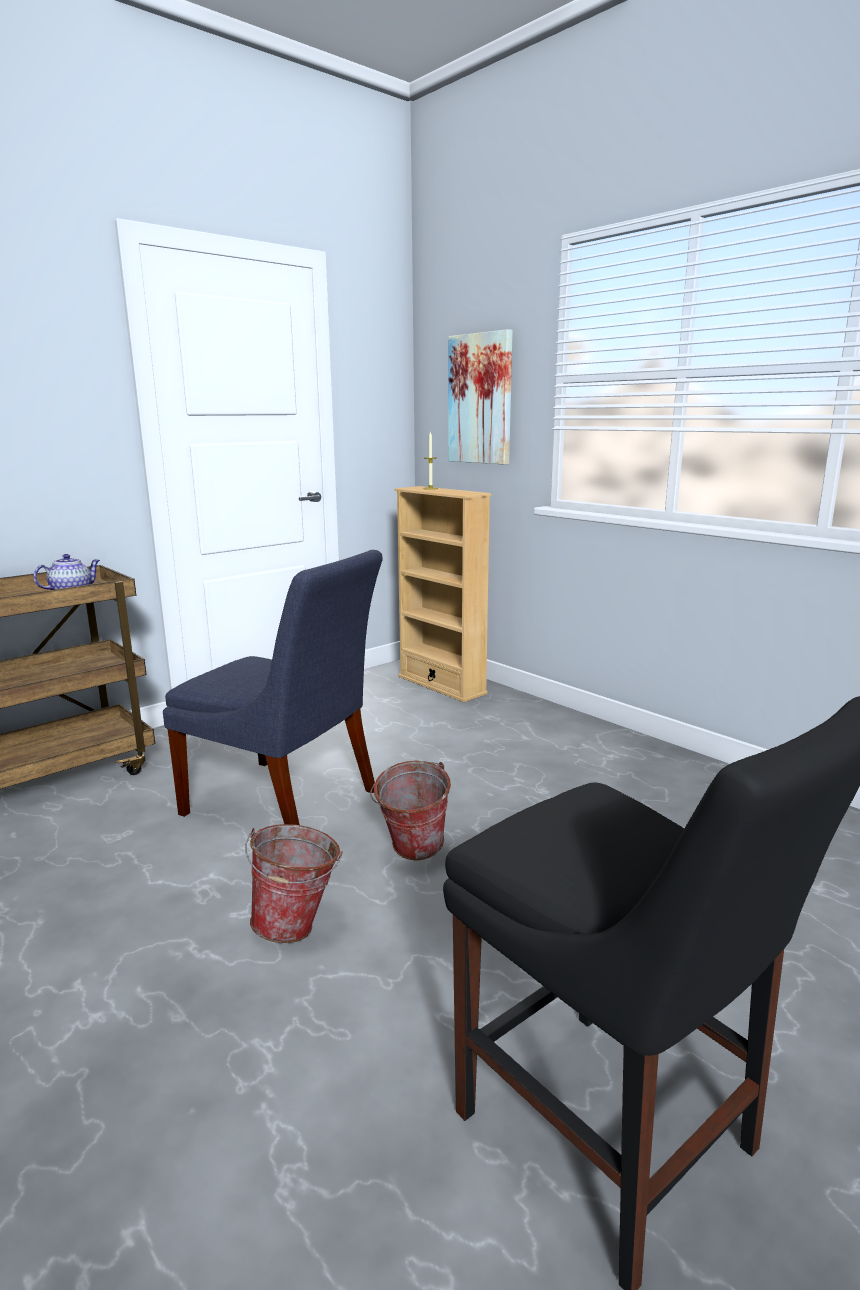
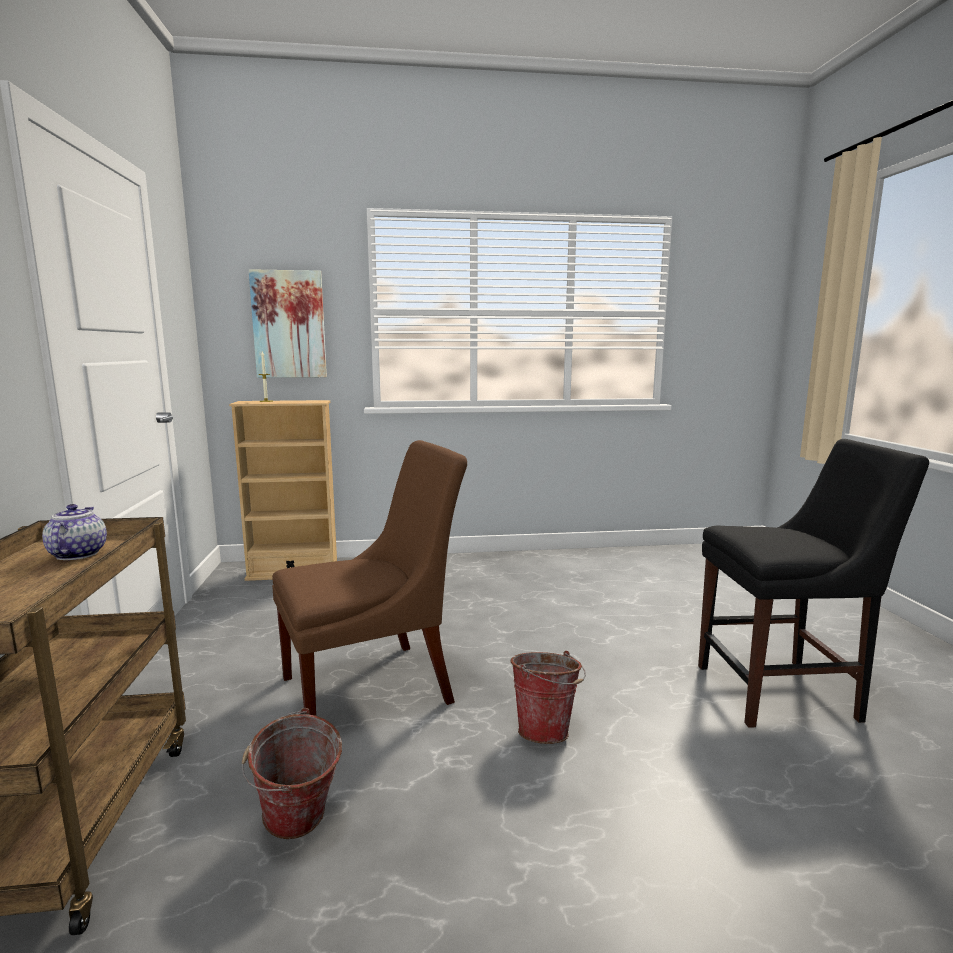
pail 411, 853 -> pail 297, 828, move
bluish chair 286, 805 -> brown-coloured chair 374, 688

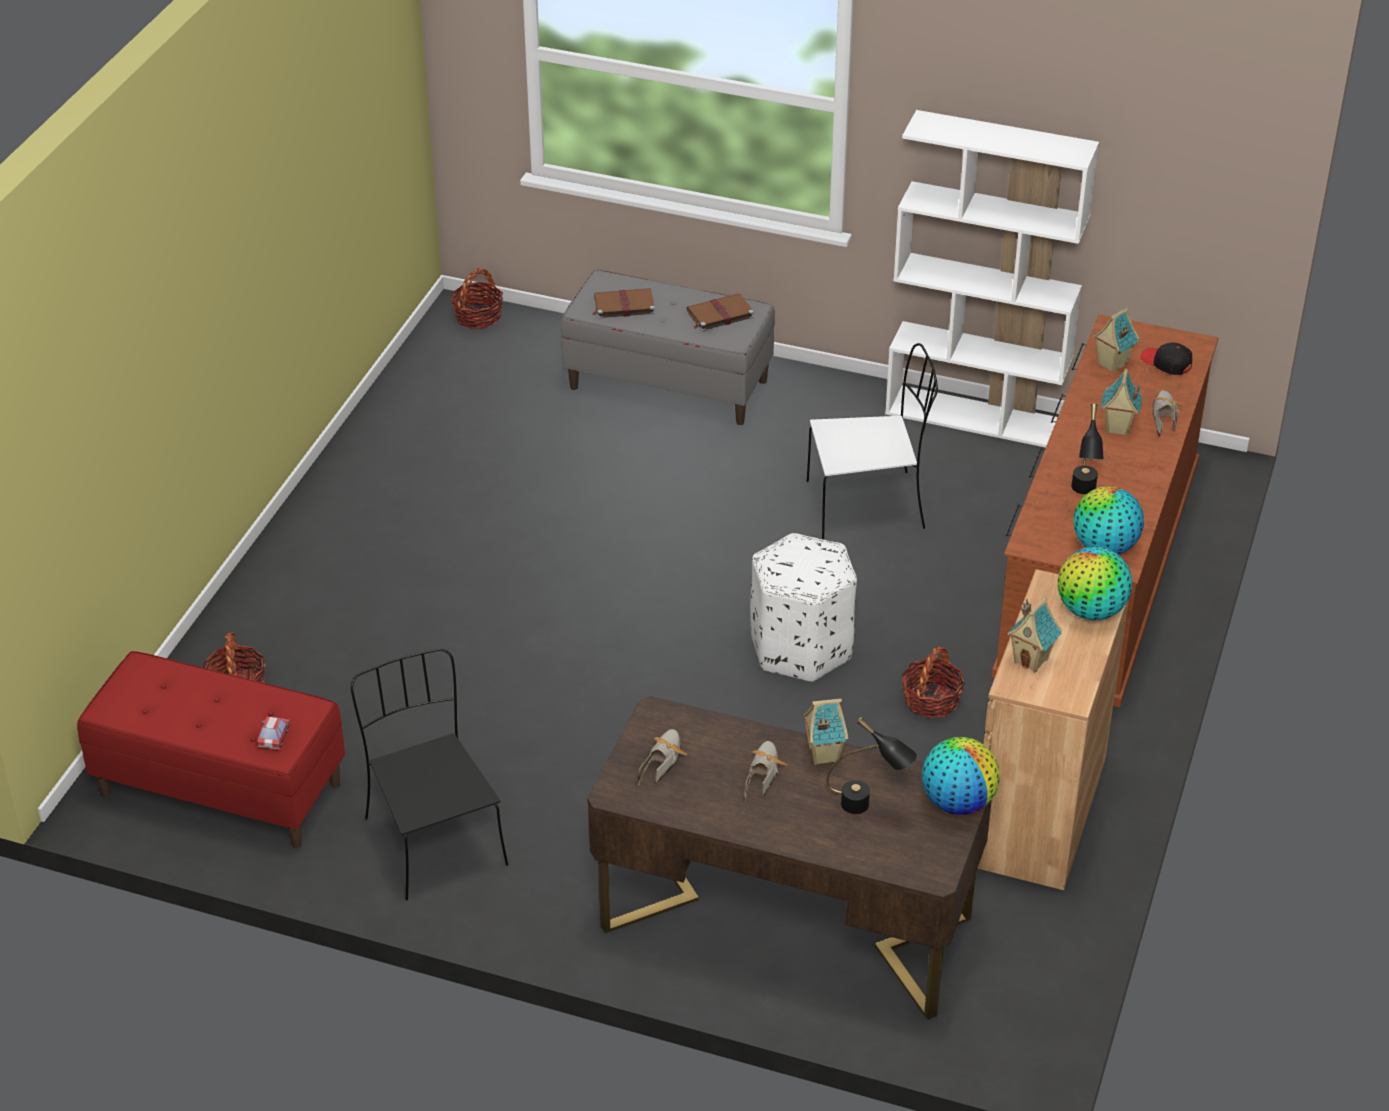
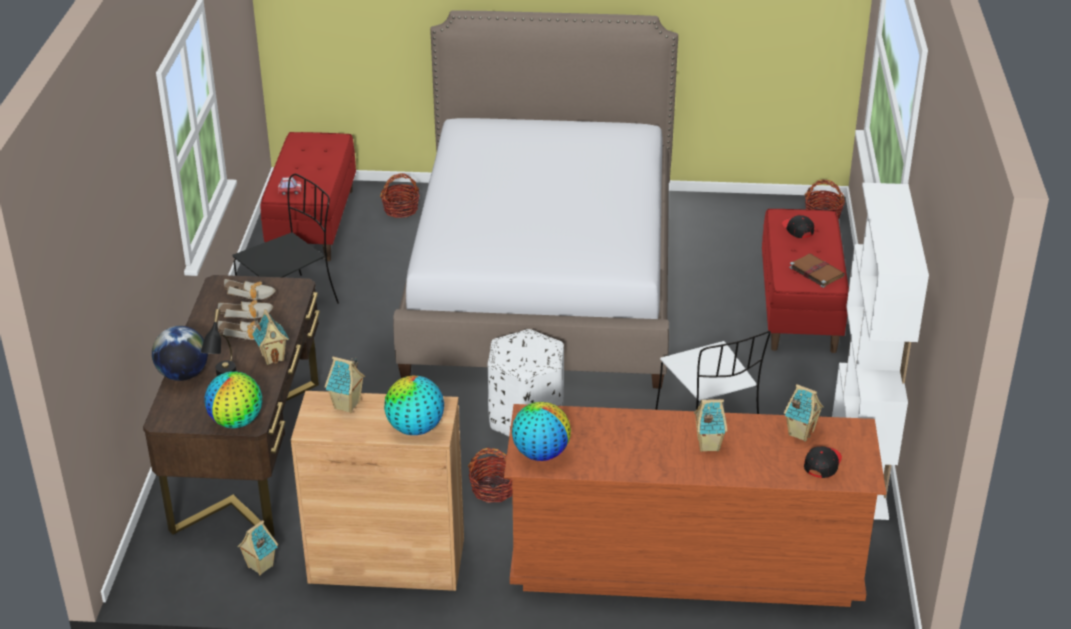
black table lamp 1083, 494 -> none
none -> desk globe 183, 375
none -> model house 259, 567
none -> sleeping bed 543, 279
shoe 1164, 416 -> shoe 250, 315, move
brown-coloured bound book 623, 305 -> black peaked cap 797, 229
gray long seat 669, 384 -> reddish long seat 800, 309

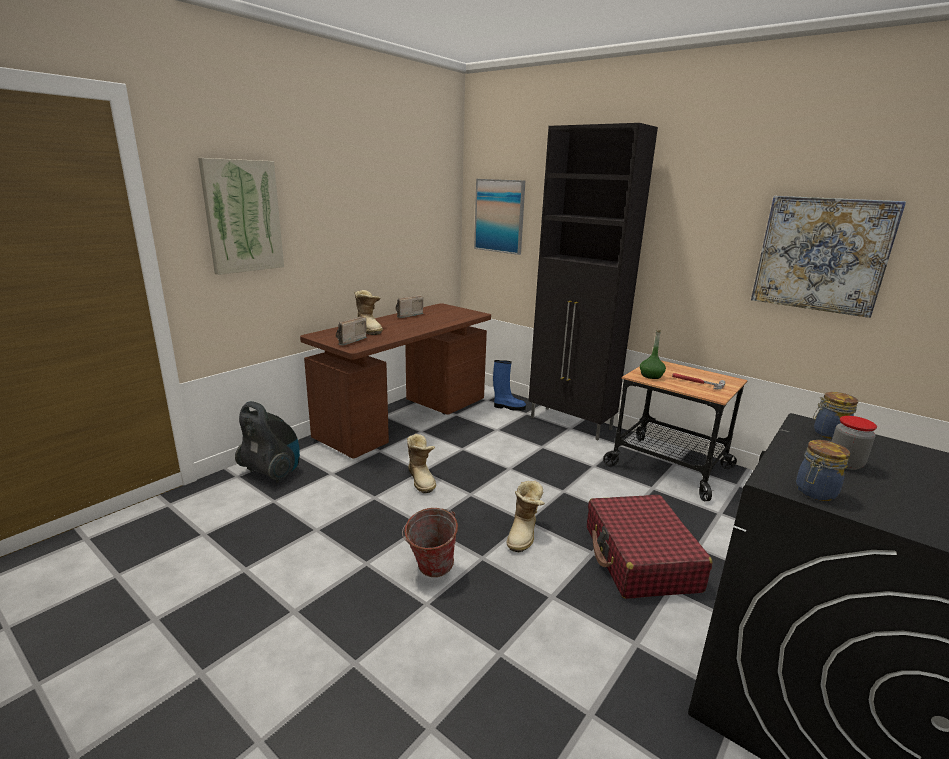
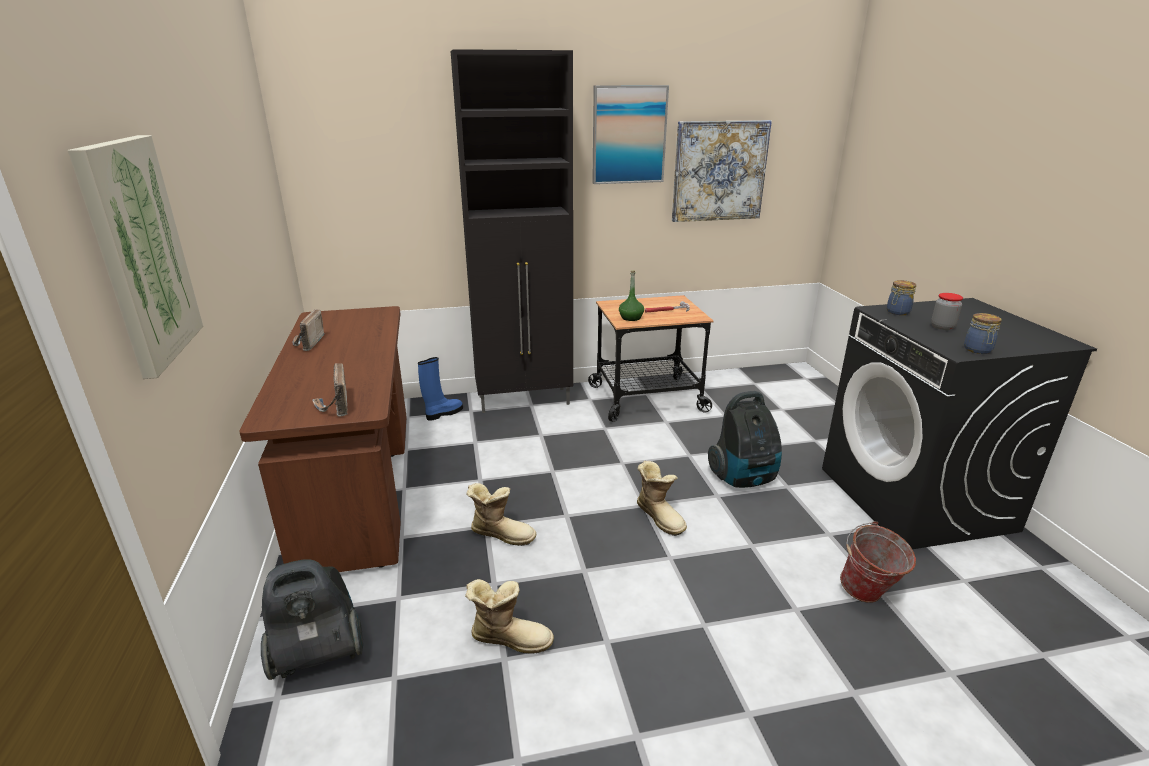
high-top boot 370, 329 -> high-top boot 510, 637, move
pail 430, 571 -> pail 868, 596, move
wall picture 499, 216 -> wall picture 629, 135, move
reddish piece of luggage 640, 559 -> vacuum cleaner 744, 478

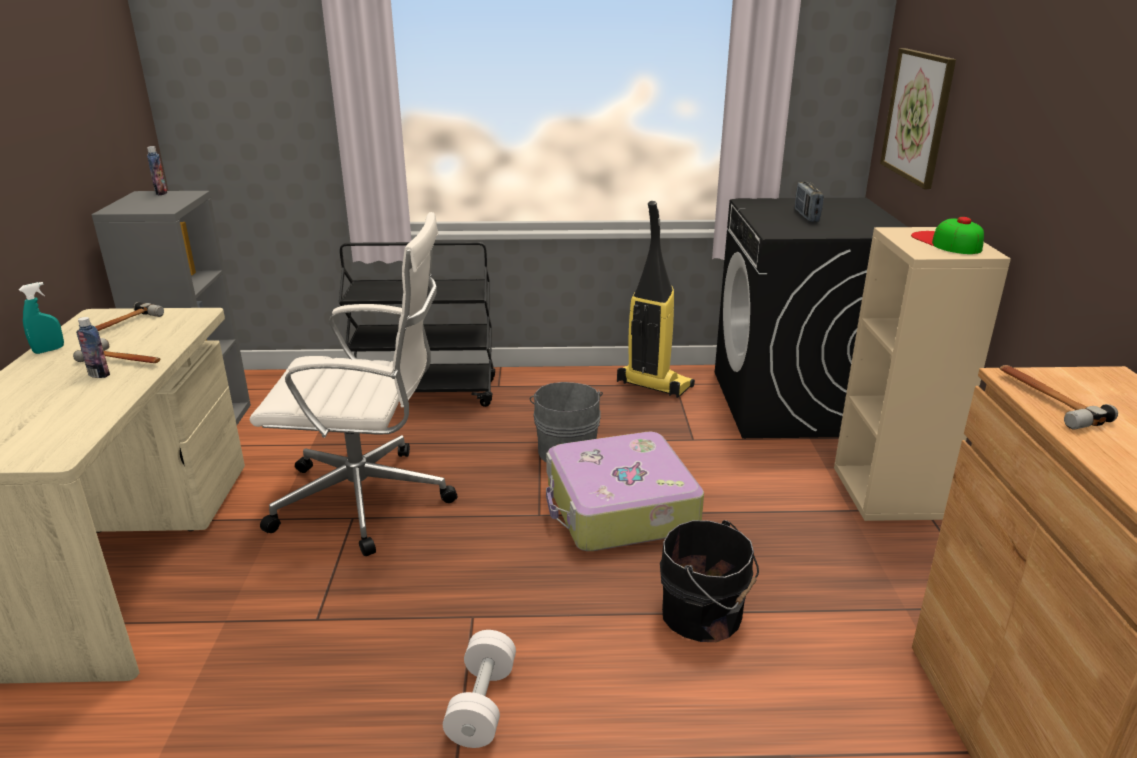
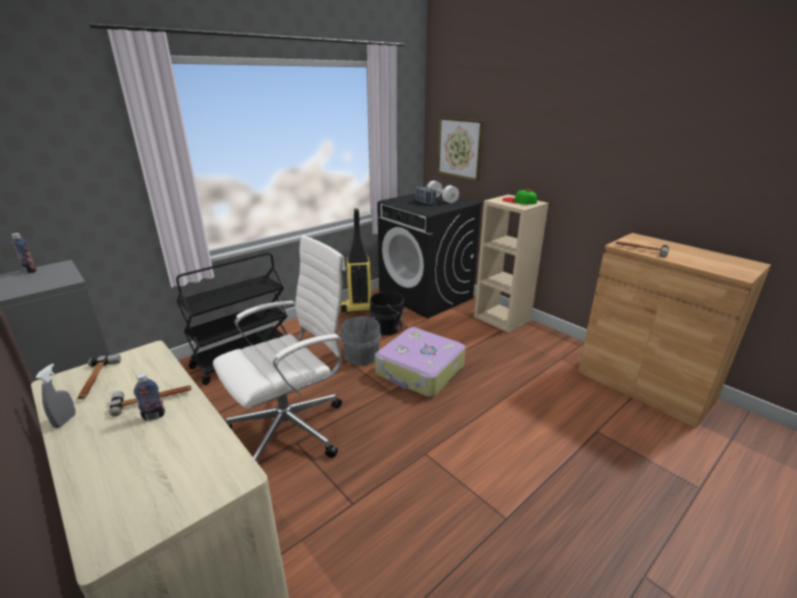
white-coloured free weight 482, 704 -> white-coloured free weight 441, 199, move
black pail 705, 615 -> black pail 388, 327, move
turquoise-coloured hand sprayer 49, 350 -> gray hand sprayer 65, 420

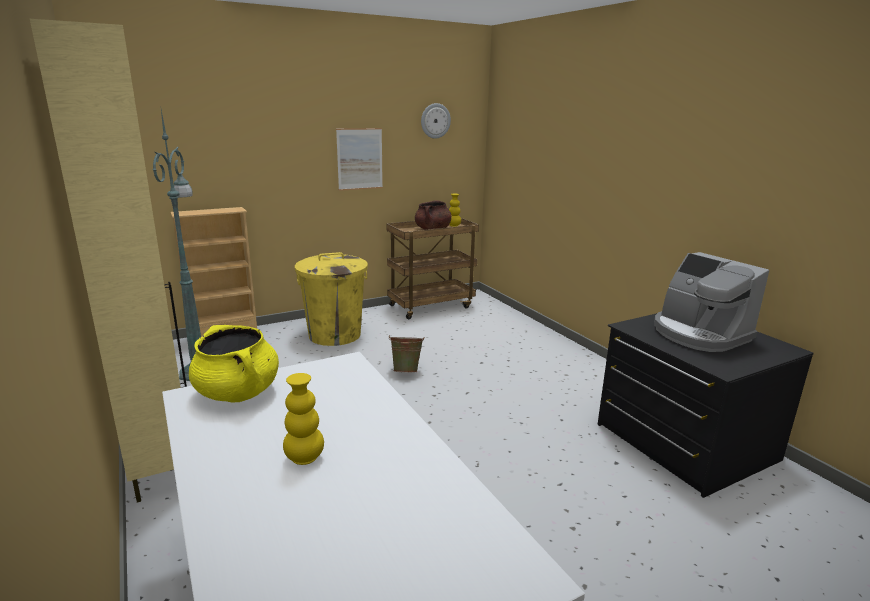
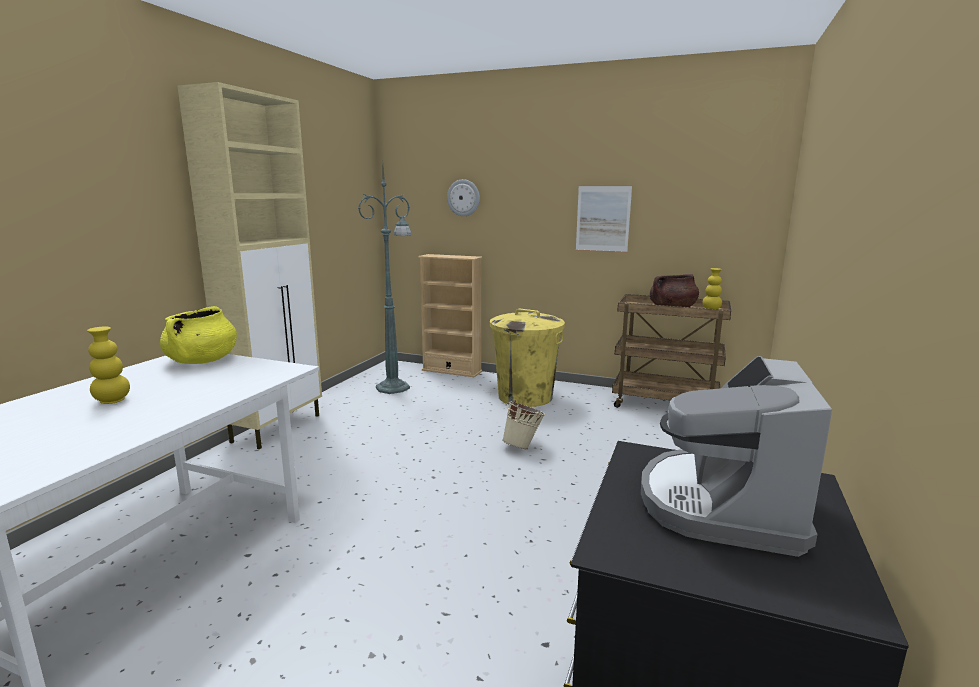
wall clock 435, 121 -> wall clock 463, 198, move
green pail 406, 371 -> beige pail 523, 446

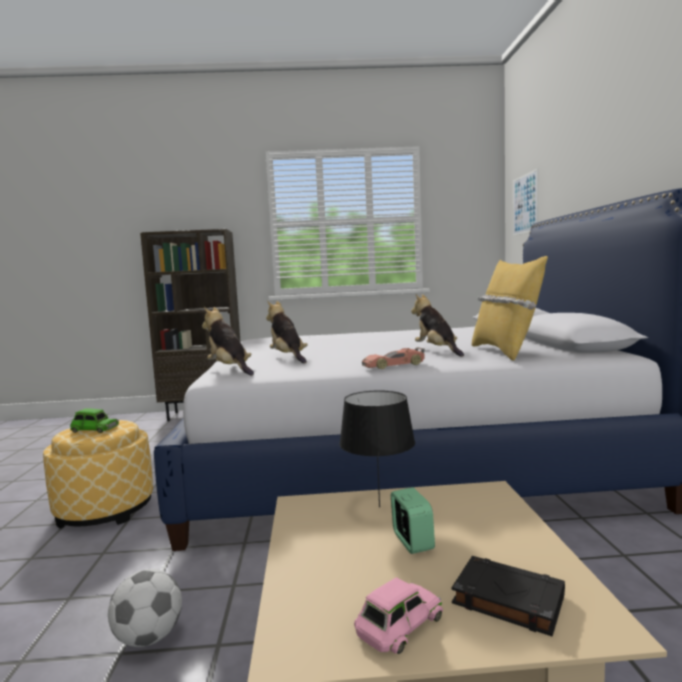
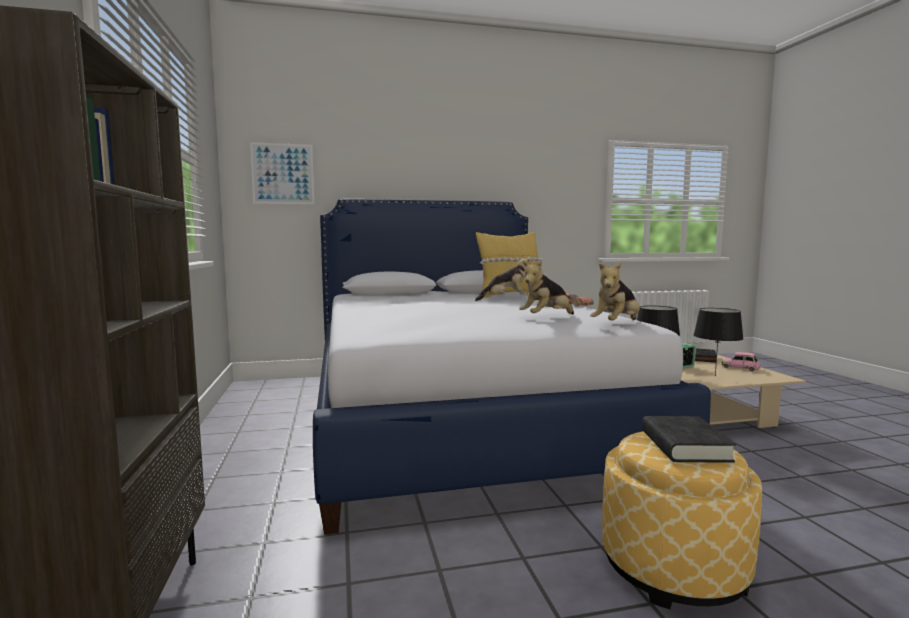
football 149, 638 -> none
none -> black table lamp 715, 376
green miniature car 94, 429 -> black bound book 684, 446
plush toy 437, 351 -> plush toy 506, 301, 150 degrees counterclockwise

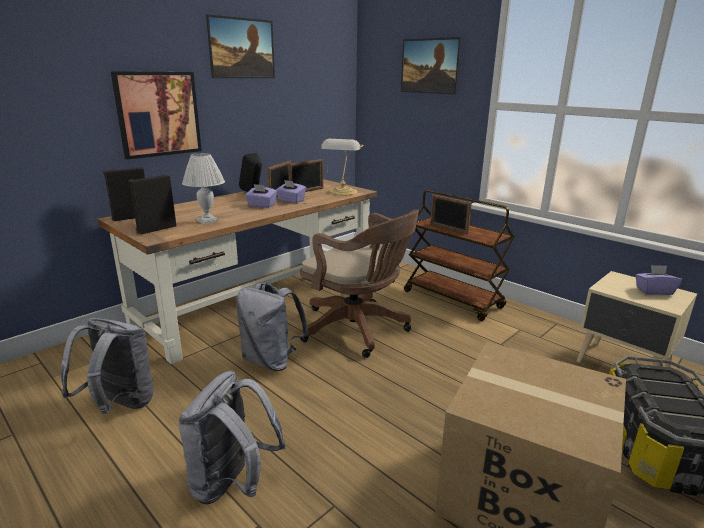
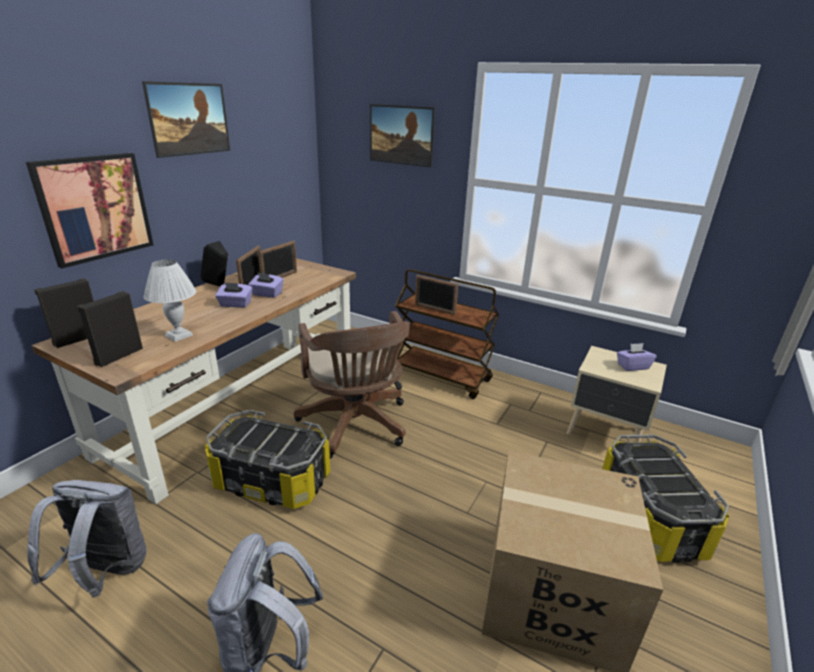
table lamp 342, 192 -> none
gray backpack 271, 360 -> storage box 272, 480
brown-coloured office chair 358, 330 -> brown-coloured office chair 356, 426, 45 degrees clockwise

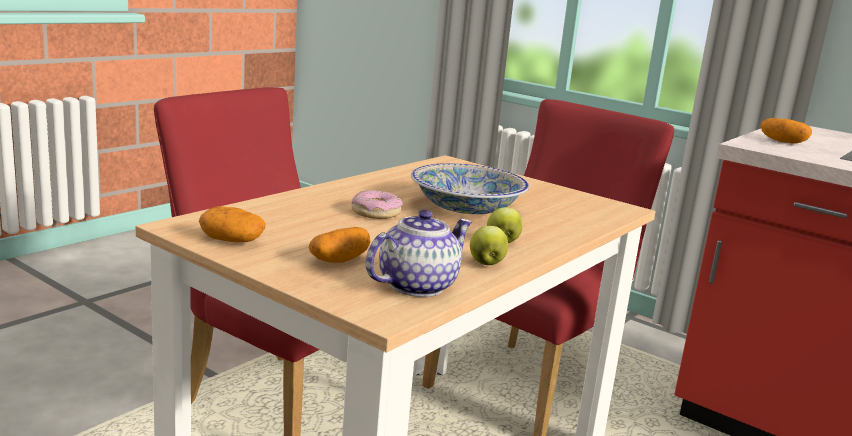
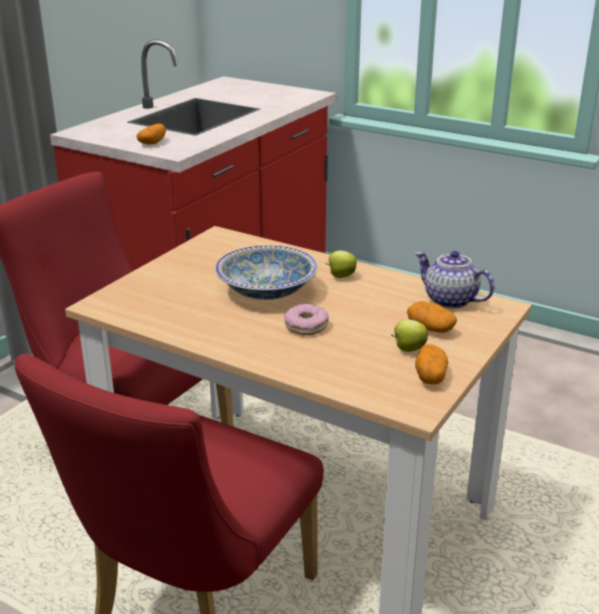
apple fruit 486, 263 -> apple fruit 408, 349, move

